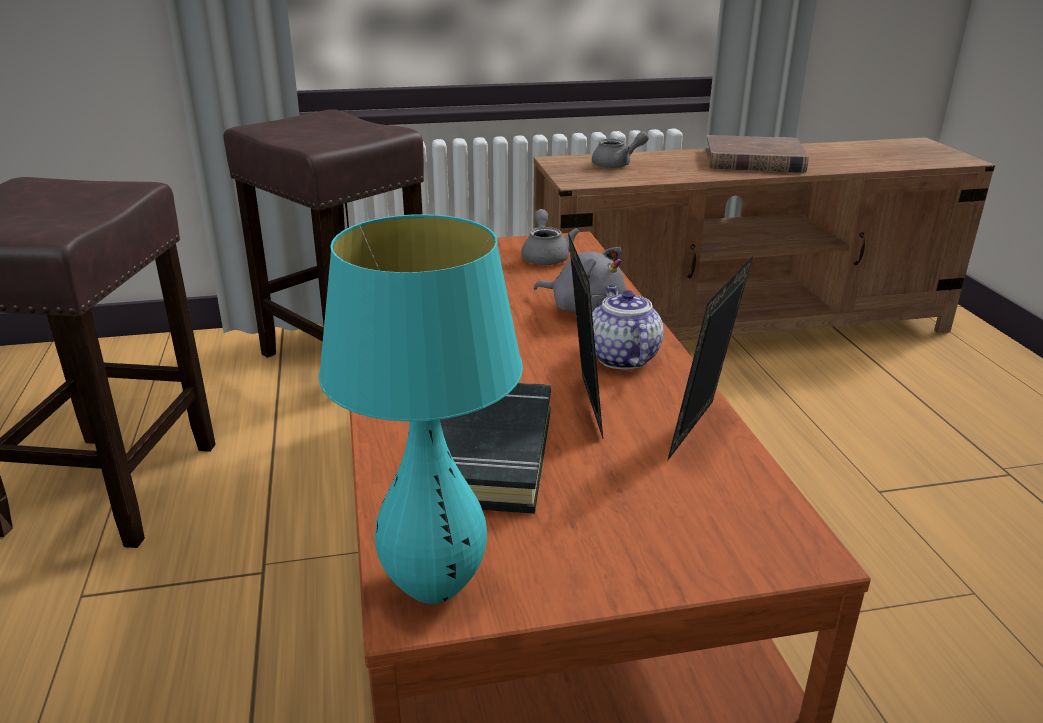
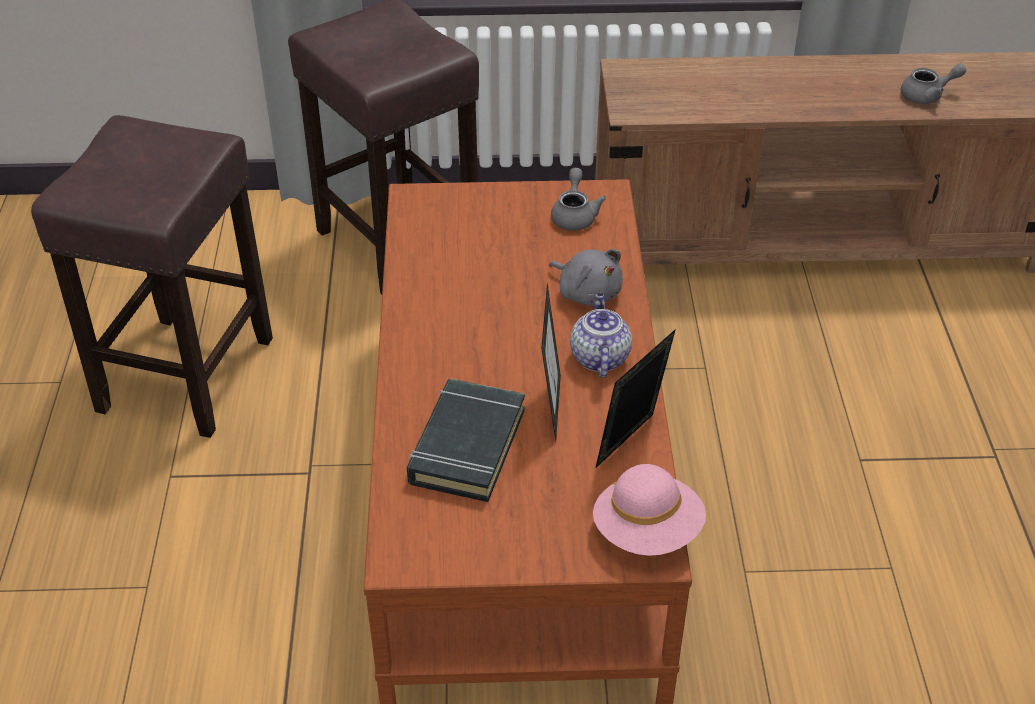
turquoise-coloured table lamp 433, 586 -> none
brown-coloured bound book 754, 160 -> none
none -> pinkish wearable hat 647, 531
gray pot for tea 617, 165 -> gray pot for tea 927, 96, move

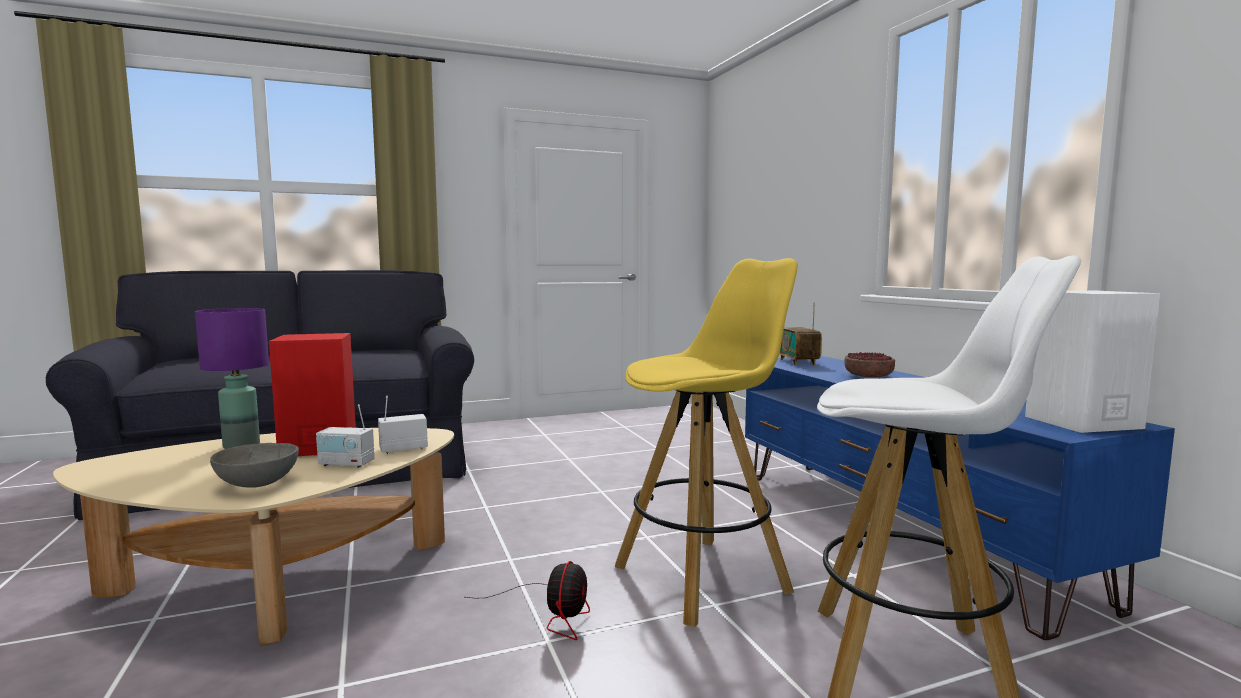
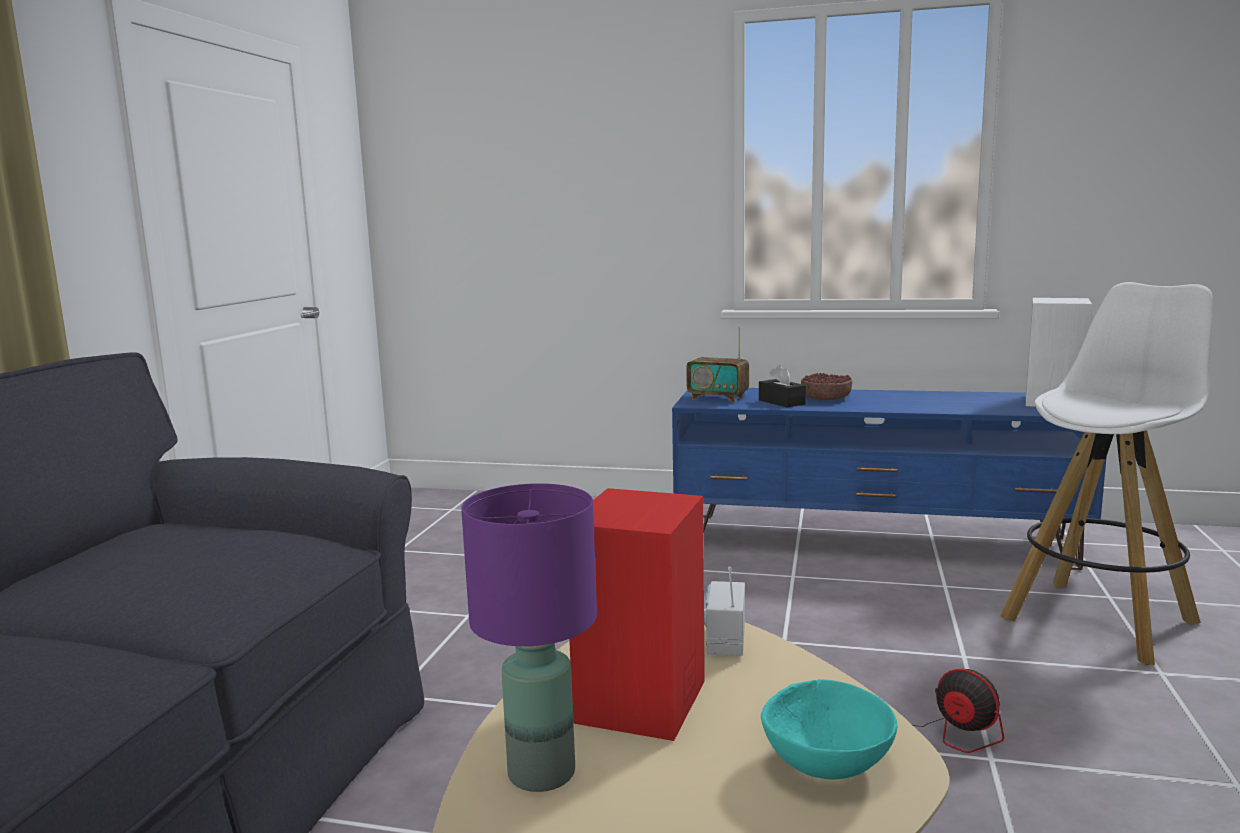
radio receiver 346, 464 -> none
yellowish stool seat 703, 578 -> none
none -> black box of tissues 781, 402
gray deep dish 256, 484 -> turquoise-coloured deep dish 826, 765

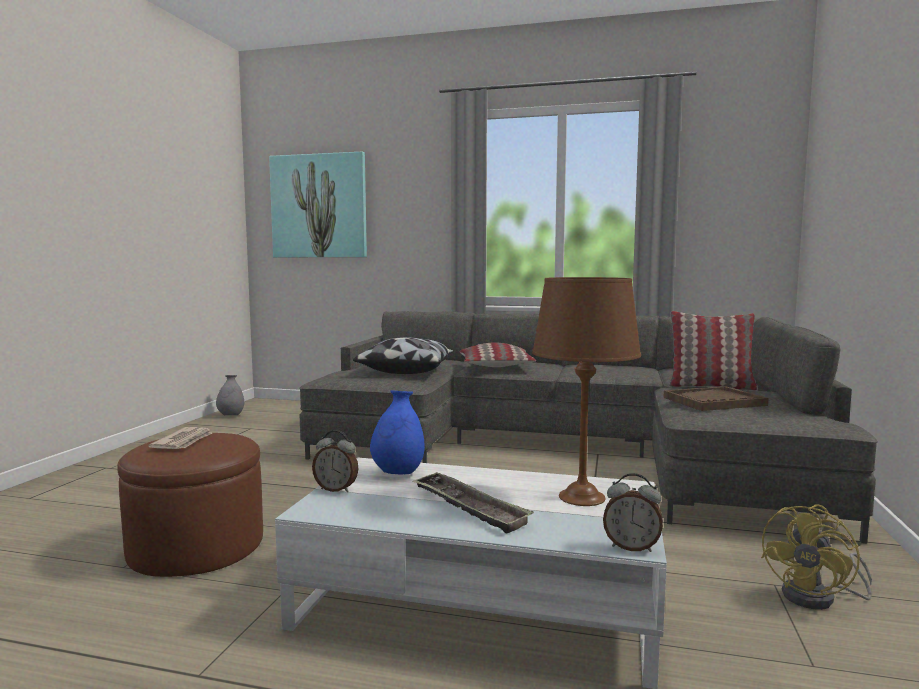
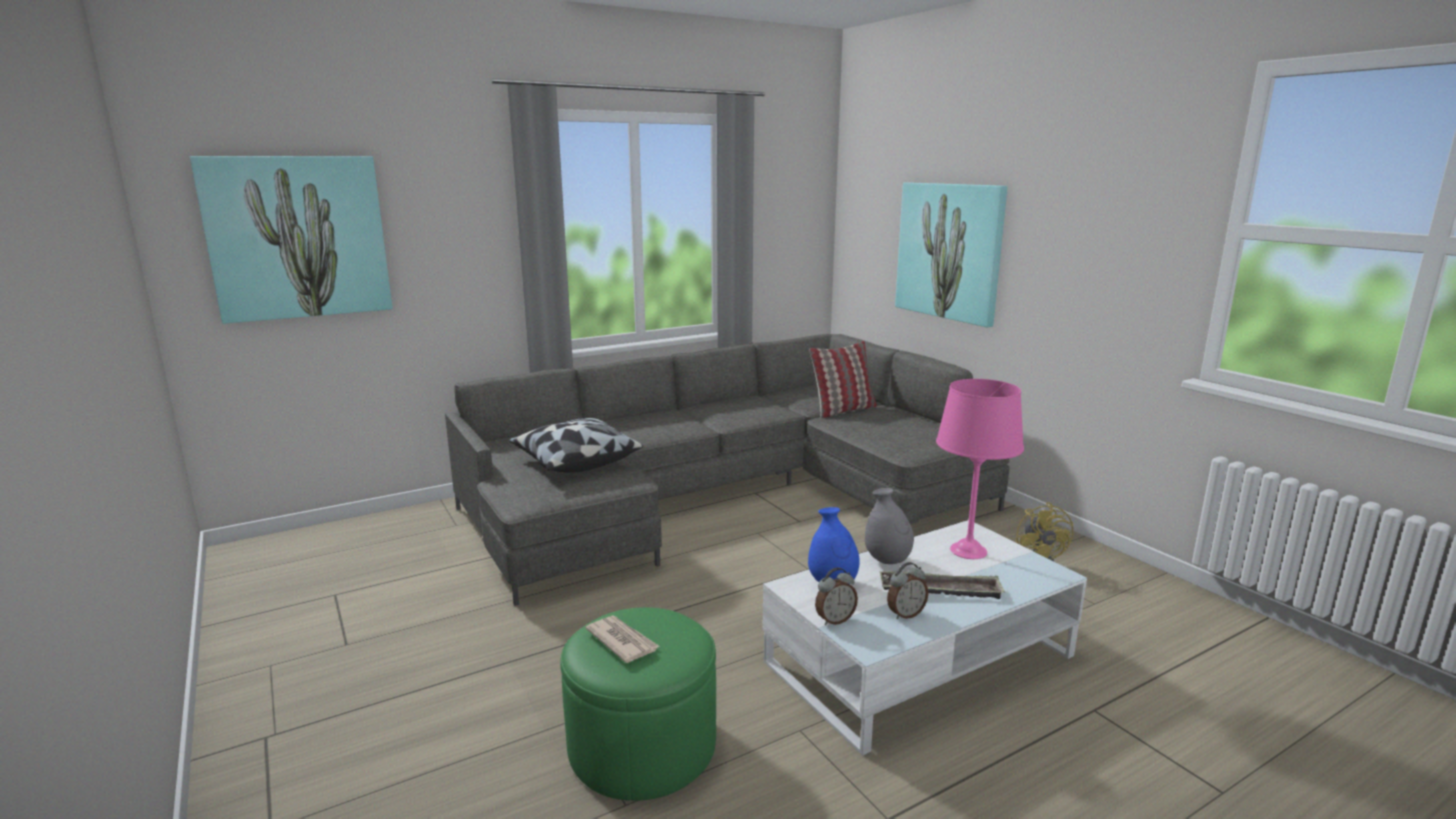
cushion 496, 367 -> none
brown-coloured carrying tray 714, 401 -> none
none -> wall picture 950, 251
gray decorative vase 231, 415 -> gray decorative vase 887, 561, move
alarm clock 631, 547 -> alarm clock 905, 614, move
brown-coloured ottoman 196, 546 -> green ottoman 642, 745
brown-coloured table lamp 582, 497 -> pinkish table lamp 969, 551

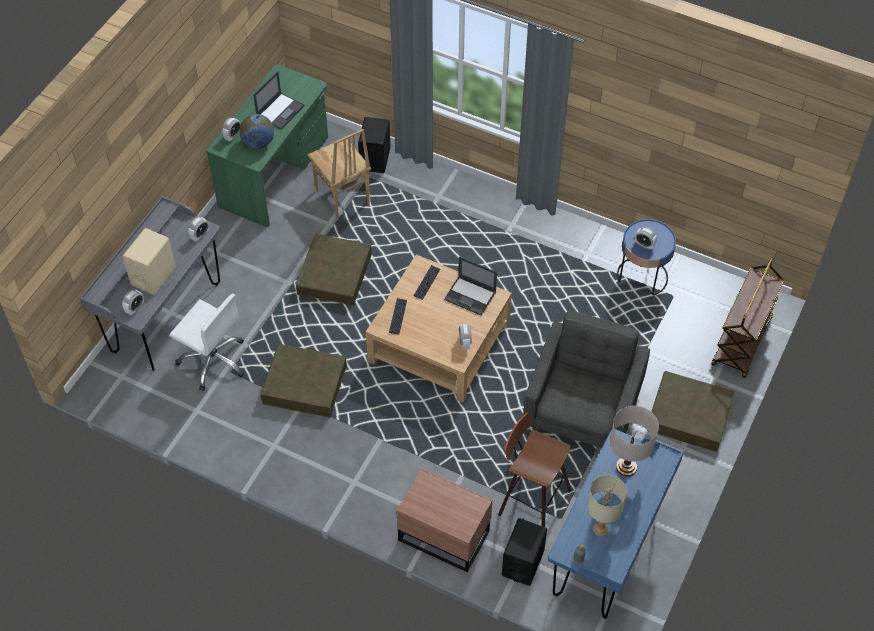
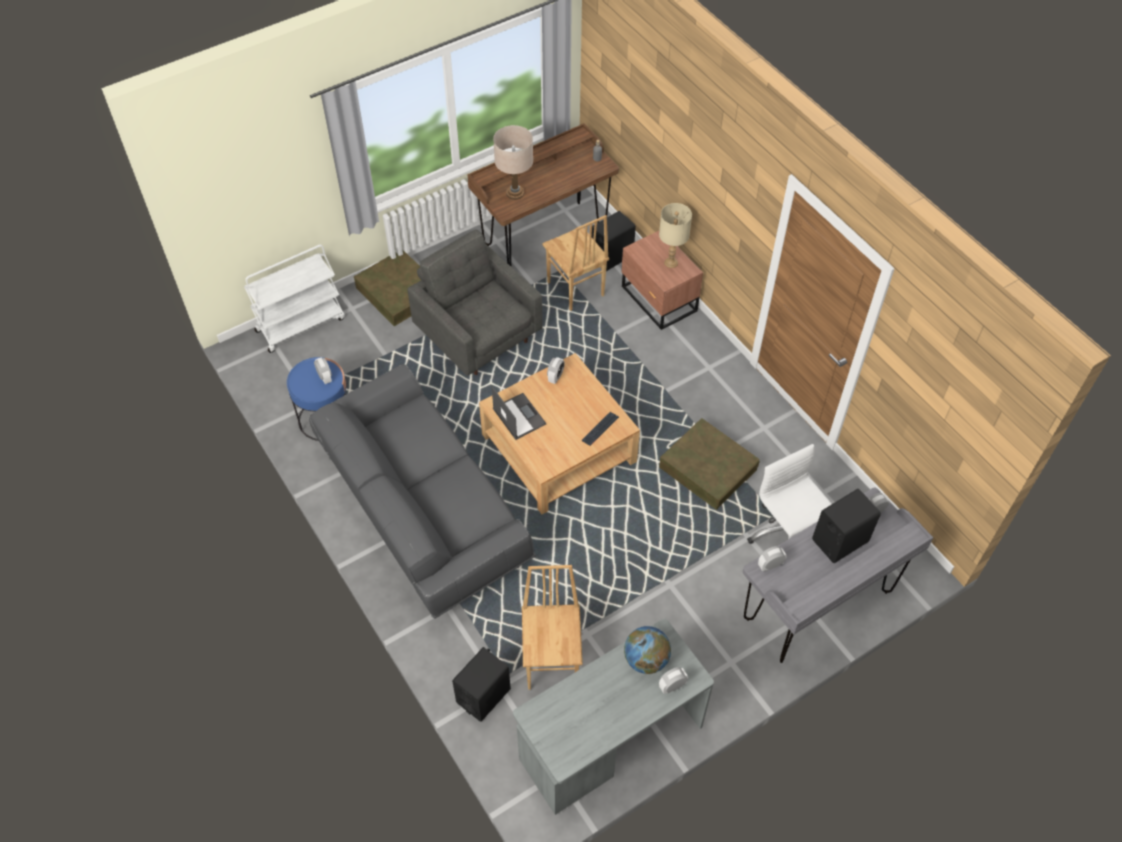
laptop 280, 111 -> none
brown-coloured storage box 334, 274 -> none
computer keyboard 427, 282 -> none
none -> gray settee 422, 509
beige table lamp 600, 529 -> beige table lamp 671, 262, move
stool seat 531, 503 -> brown-coloured chair 575, 290
beige audio speaker 153, 276 -> black audio speaker 840, 541
green desk 275, 172 -> gray desk 610, 740
bluish desk 606, 552 -> brown-coloured desk 544, 236
brown-coloured cart 742, 342 -> white-coloured cart 301, 324
gray lounge chair 583, 409 -> gray lounge chair 478, 335, 90 degrees clockwise

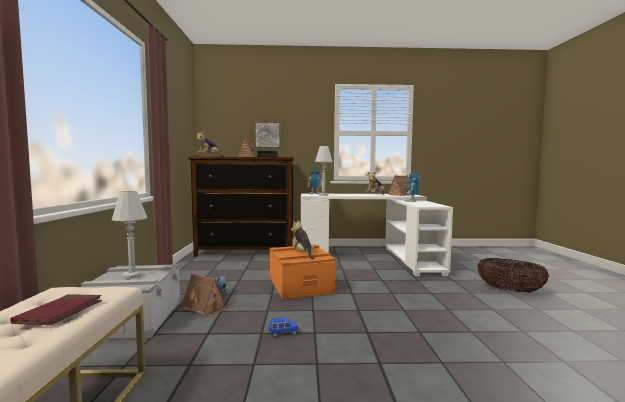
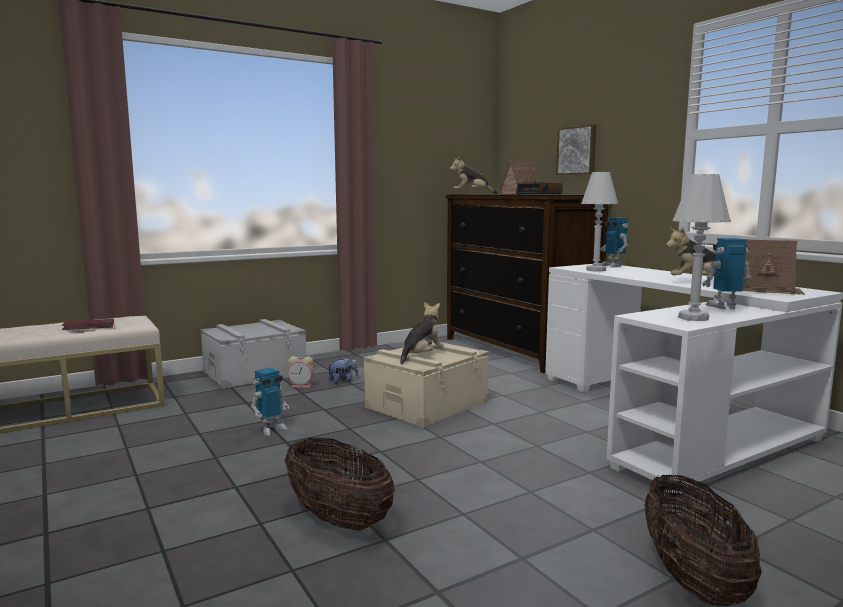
none -> household basket 338, 519
white-coloured table lamp 132, 276 -> white-coloured table lamp 693, 318, move
model house 205, 308 -> alarm clock 302, 386
bluish miniature car 283, 333 -> toy robot 271, 429
orange-coloured storage box 300, 285 -> beige storage box 427, 404

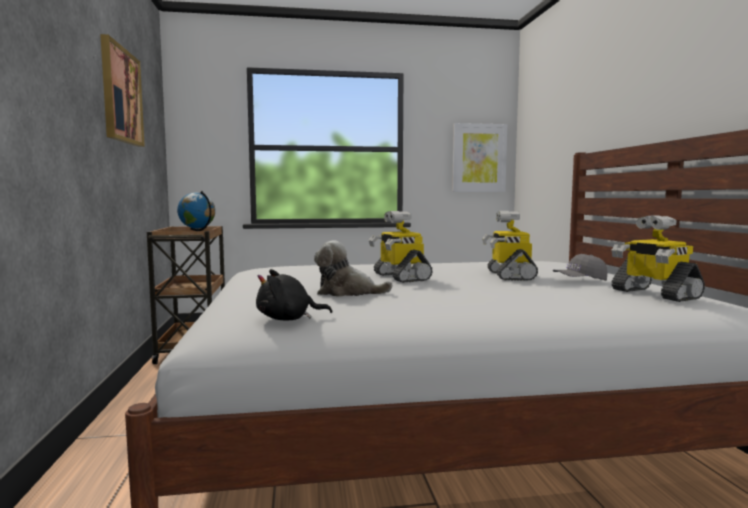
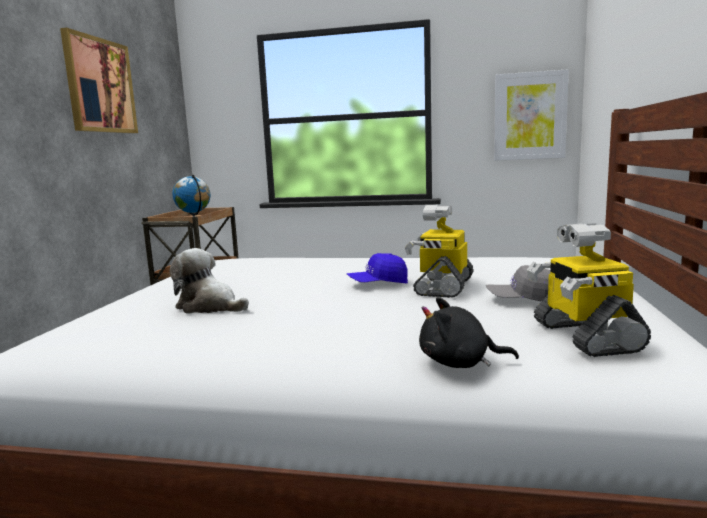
toy robot 400, 277 -> none
none -> bluish peaked cap 378, 284
black plush toy 288, 319 -> black plush toy 459, 363, move

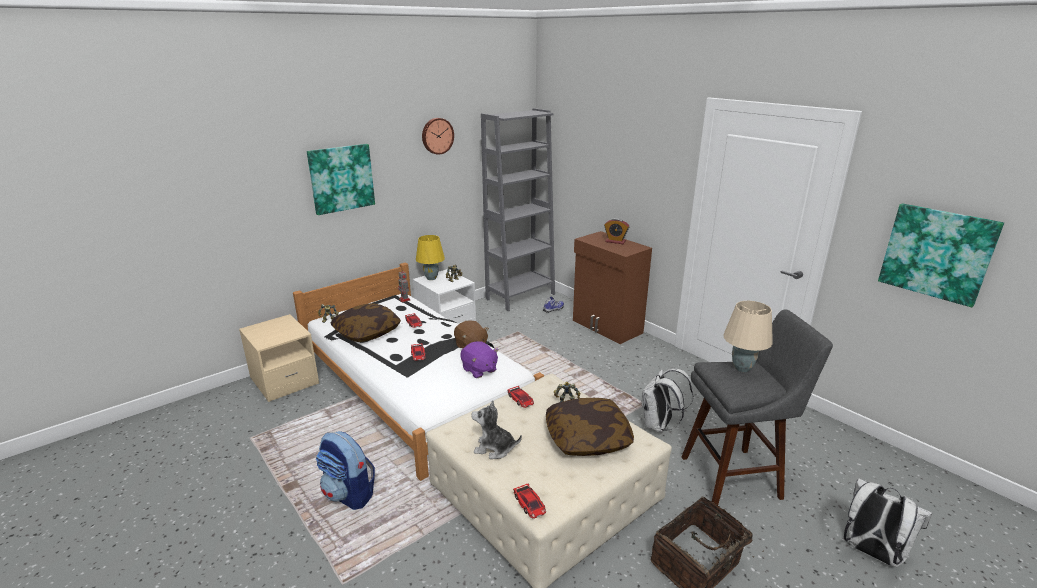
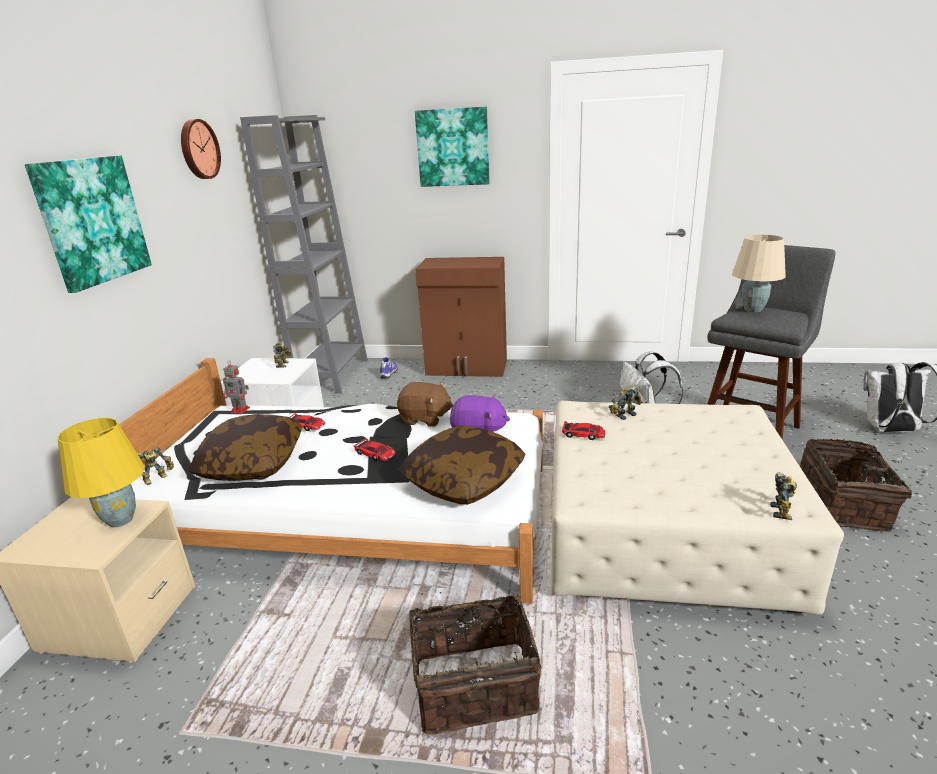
plush toy 494, 448 -> none
alarm clock 615, 241 -> none
yellowish table lamp 432, 278 -> yellowish table lamp 122, 520, move
cushion 587, 438 -> cushion 464, 480, move
wall picture 937, 253 -> wall picture 453, 147, move
backpack 349, 494 -> household basket 474, 683
miniature car 529, 504 -> toy robot 783, 511

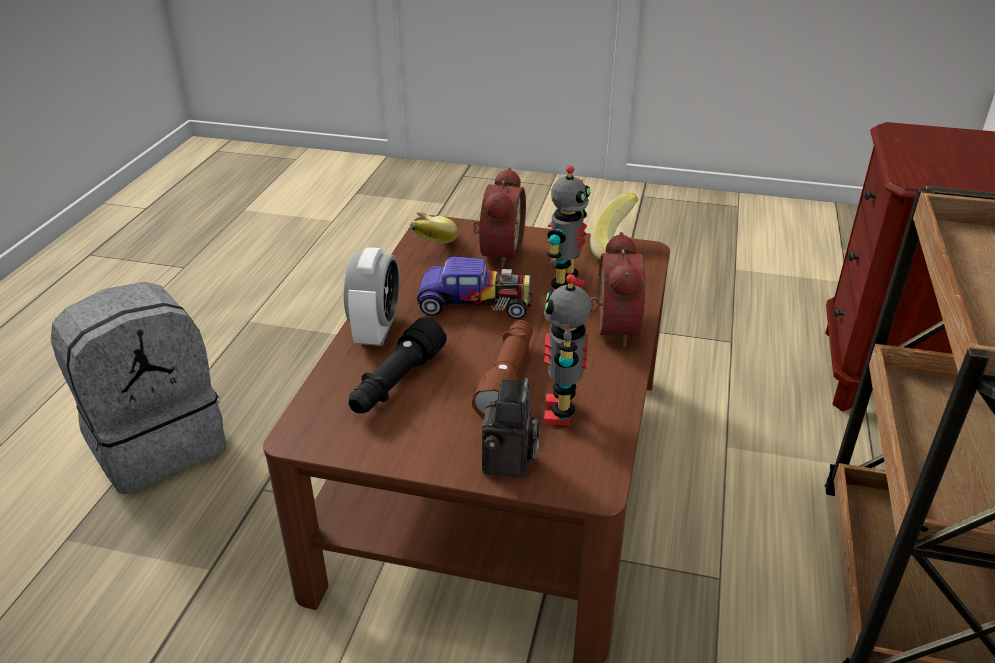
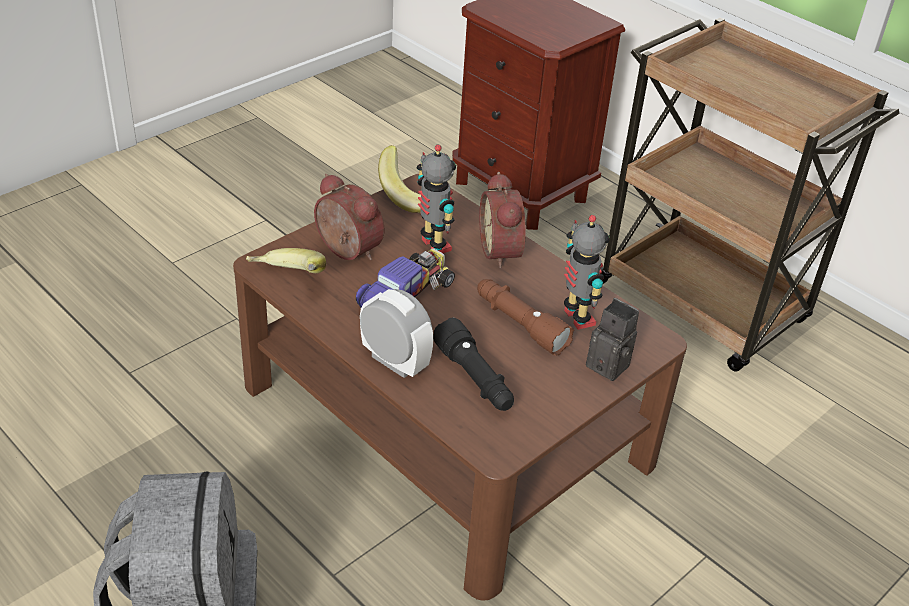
toy robot 561, 412 -> toy robot 576, 318, 150 degrees counterclockwise
alarm clock 611, 328 -> alarm clock 503, 251, 135 degrees counterclockwise

